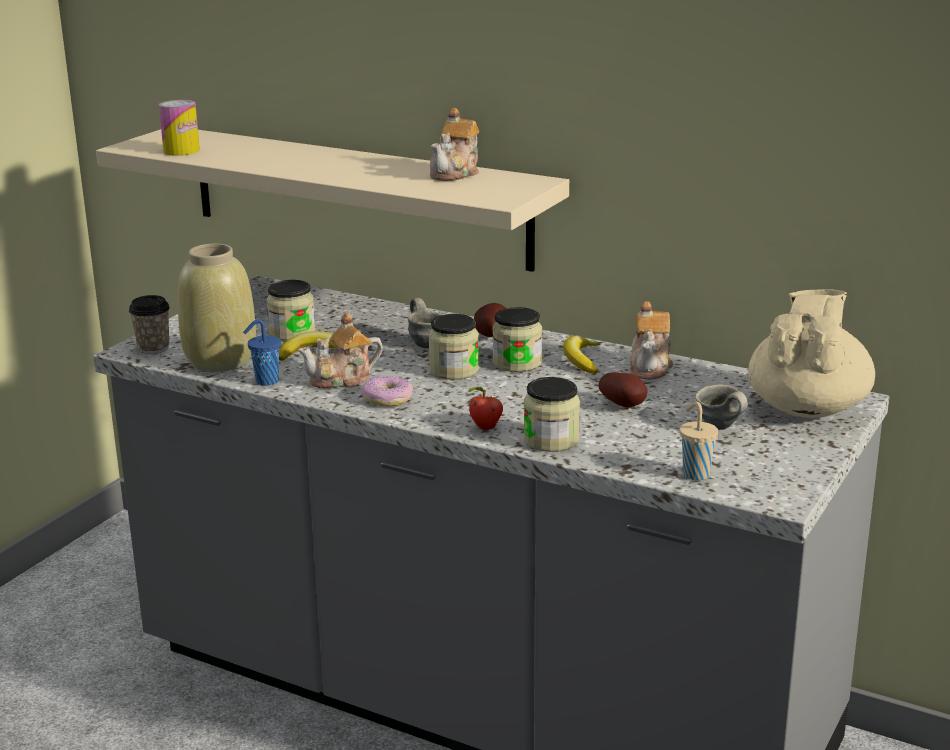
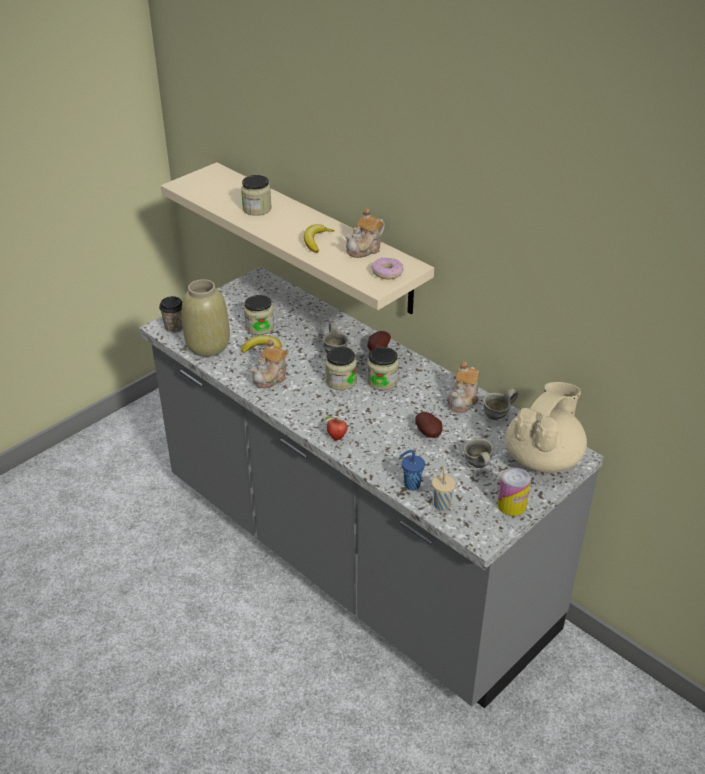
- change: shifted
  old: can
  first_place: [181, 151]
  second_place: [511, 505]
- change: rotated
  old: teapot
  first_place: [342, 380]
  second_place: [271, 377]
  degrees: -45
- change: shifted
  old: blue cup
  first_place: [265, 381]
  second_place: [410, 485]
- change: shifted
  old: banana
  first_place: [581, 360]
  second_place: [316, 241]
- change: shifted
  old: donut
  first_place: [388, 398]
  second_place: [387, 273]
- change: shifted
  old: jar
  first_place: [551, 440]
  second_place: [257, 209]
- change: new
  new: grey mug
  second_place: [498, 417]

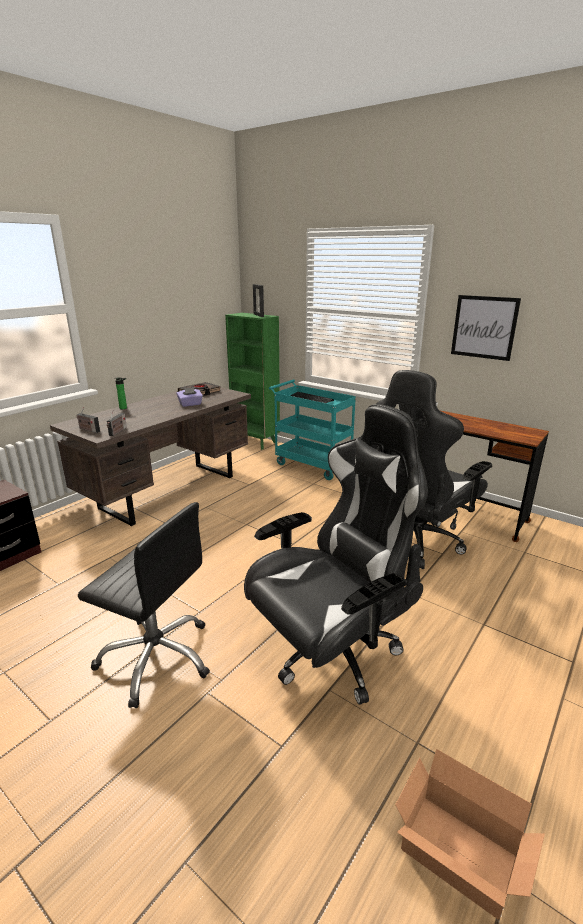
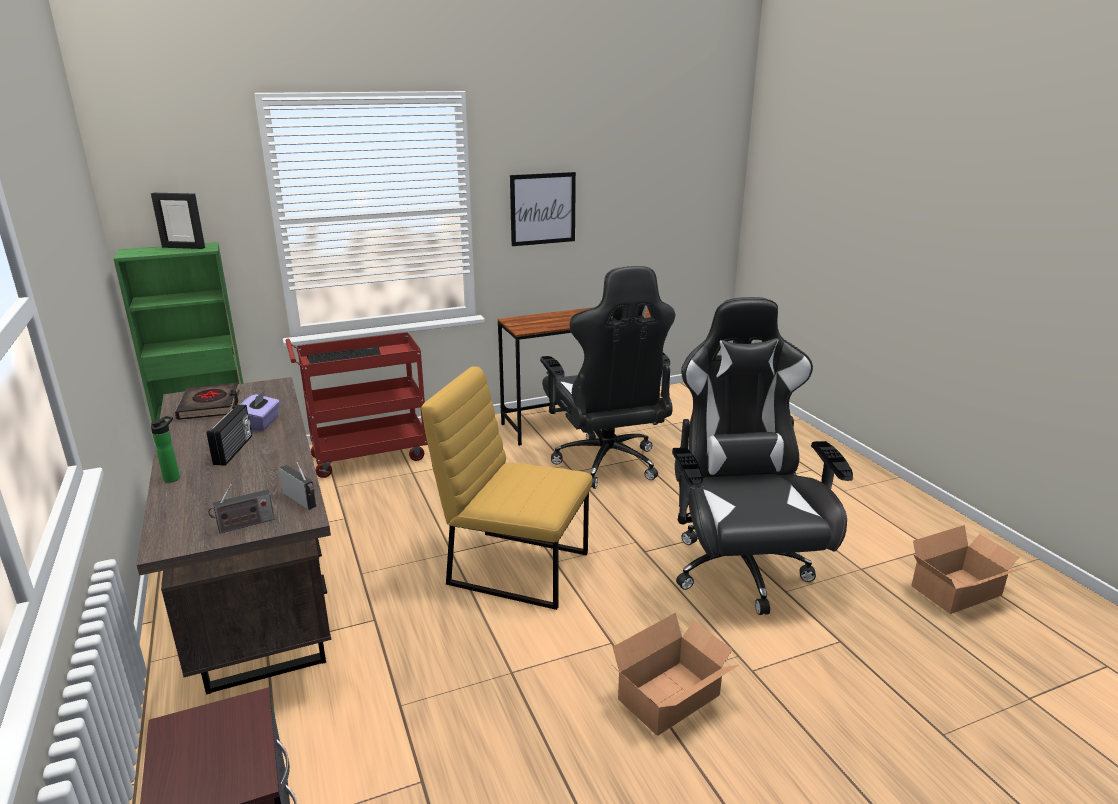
- change: repainted
  old: turquoise cart
  new: red cart
  first_place: [310, 467]
  second_place: [366, 459]
- change: swapped
  old: black office chair
  new: cardboard box
  first_place: [157, 657]
  second_place: [673, 698]
- change: new
  new: yellow chair
  second_place: [515, 566]
- change: new
  new: radio
  second_place: [234, 450]

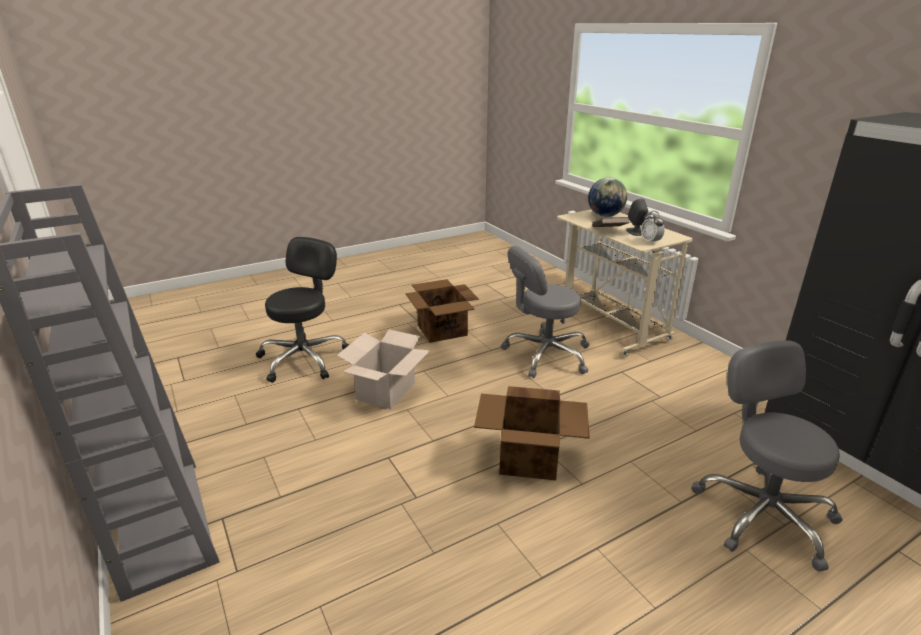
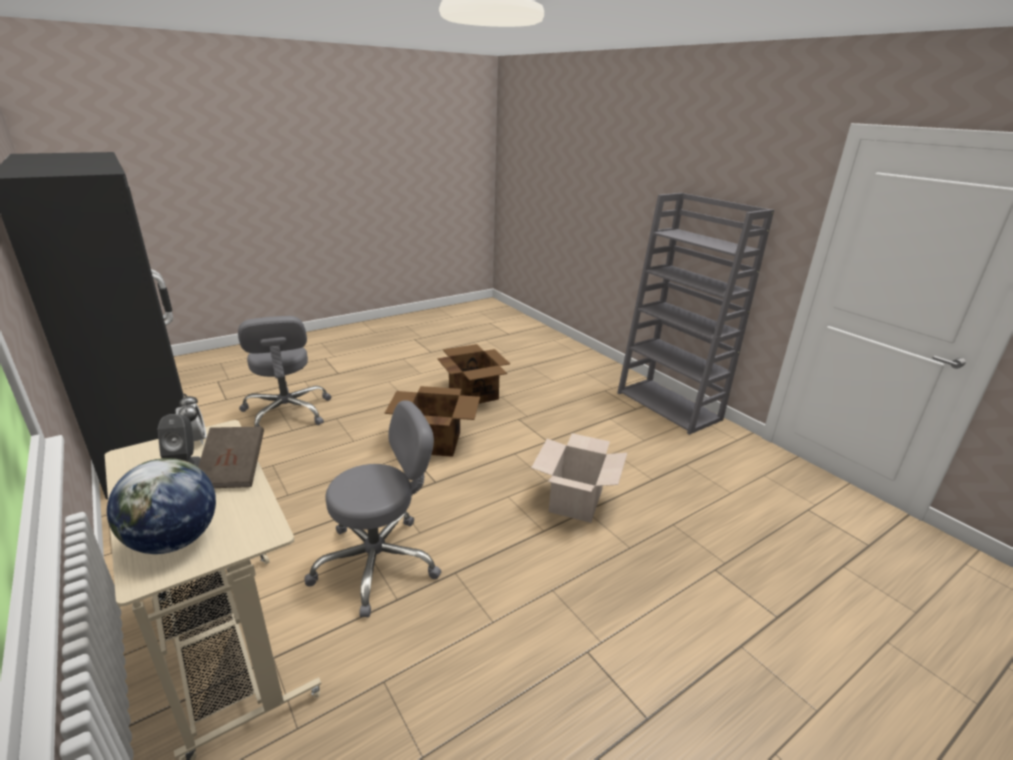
- change: gone
  old: black office chair
  first_place: [306, 357]
- change: shifted
  old: cardboard box
  first_place: [442, 330]
  second_place: [473, 394]

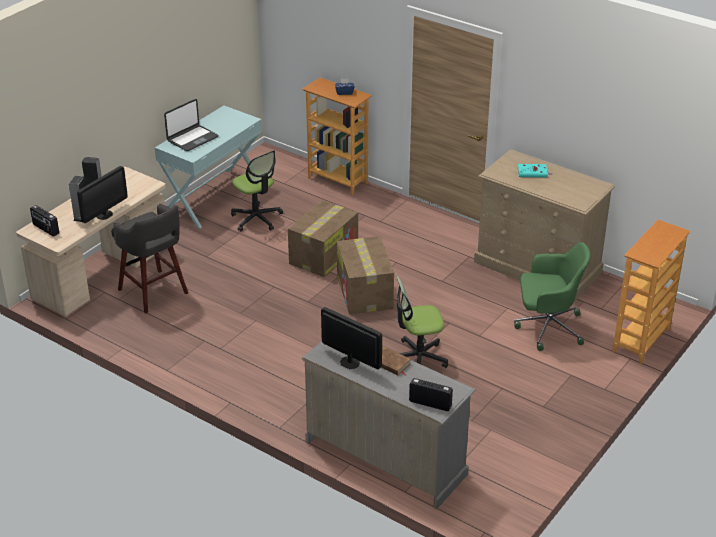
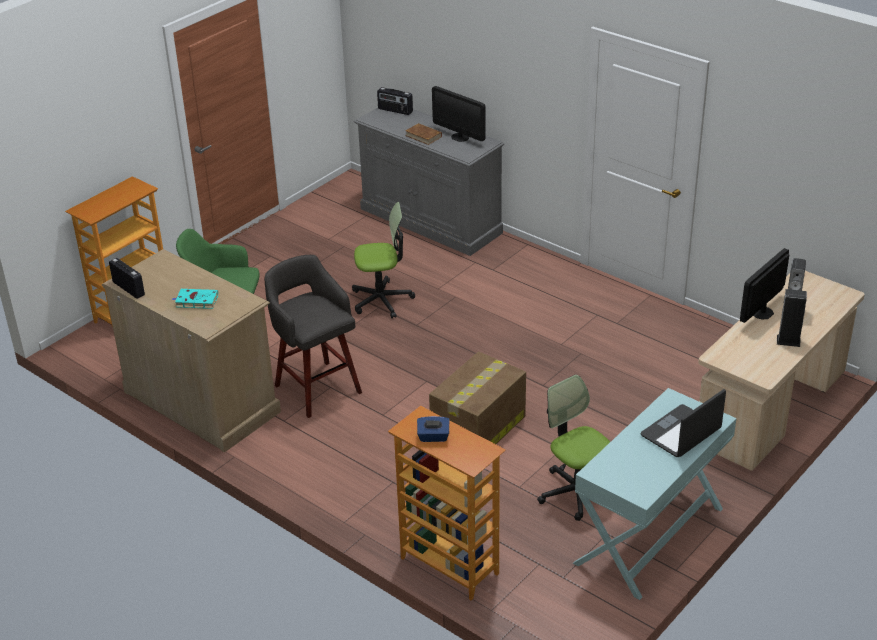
- change: shifted
  old: grey stool
  first_place: [154, 292]
  second_place: [316, 387]
- change: shifted
  old: radio
  first_place: [45, 229]
  second_place: [129, 288]
- change: gone
  old: cardboard box
  first_place: [365, 293]

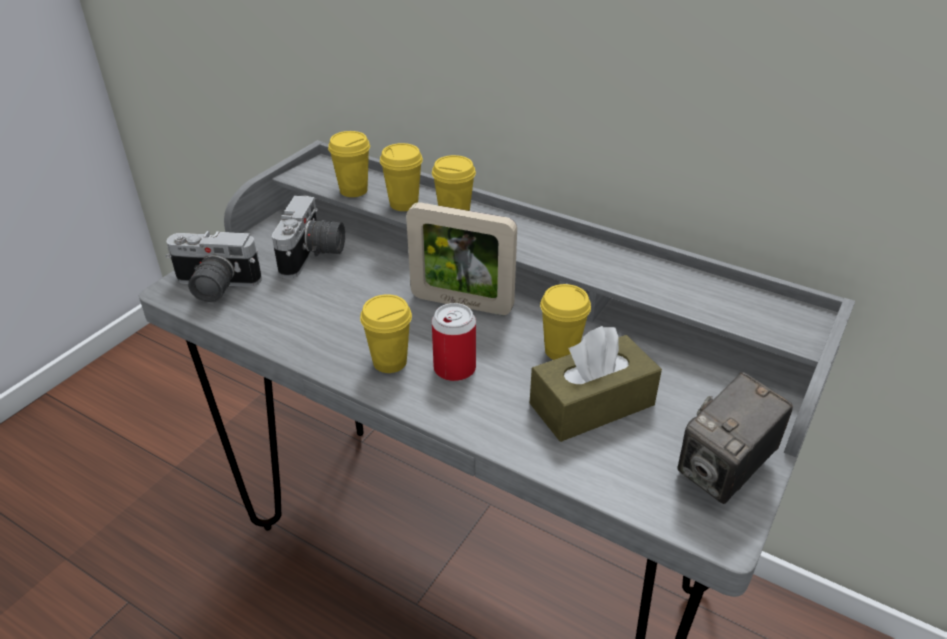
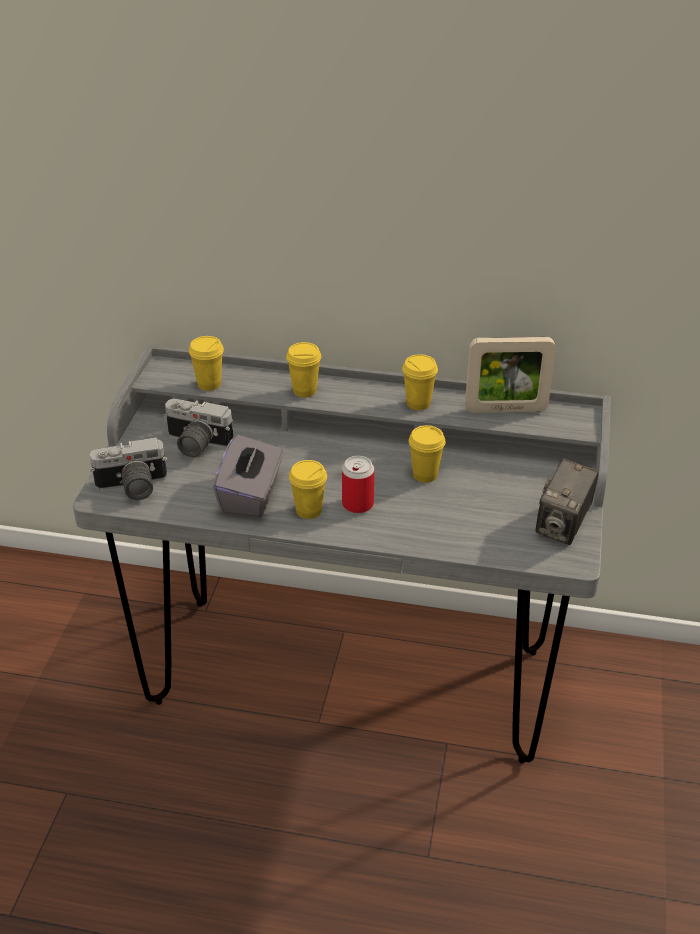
- change: shifted
  old: yellow cup
  first_place: [404, 204]
  second_place: [418, 403]
- change: rotated
  old: photo camera
  first_place: [314, 256]
  second_place: [195, 445]
  degrees: 120
- change: shifted
  old: picture frame
  first_place: [462, 303]
  second_place: [506, 409]
- change: gone
  old: brown tissue box
  first_place: [592, 404]
- change: new
  new: grey tissue box
  second_place: [251, 496]

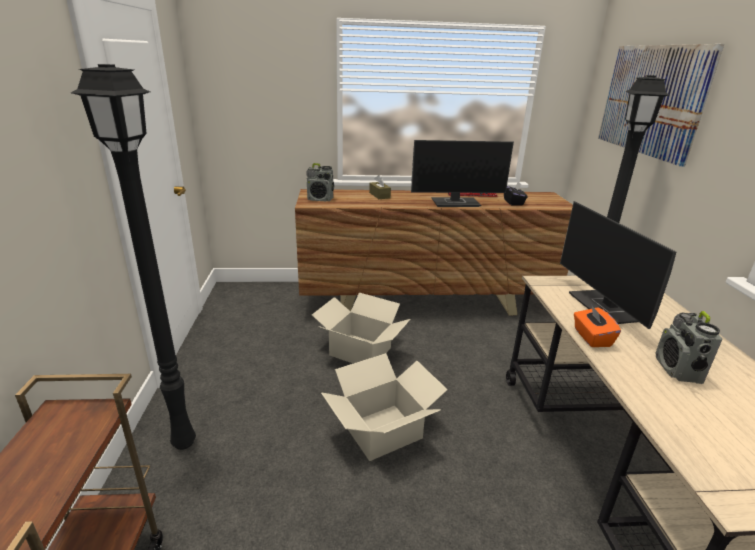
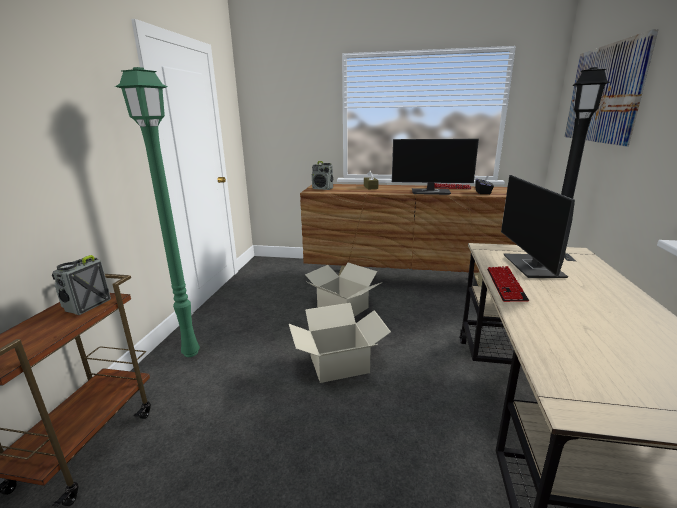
- change: repainted
  old: black floor lamp
  new: green floor lamp
  first_place: [183, 441]
  second_place: [191, 352]
- change: swapped
  old: orange tissue box
  new: keyboard
  first_place: [591, 338]
  second_place: [505, 285]
- change: shifted
  old: radio
  first_place: [678, 370]
  second_place: [86, 306]

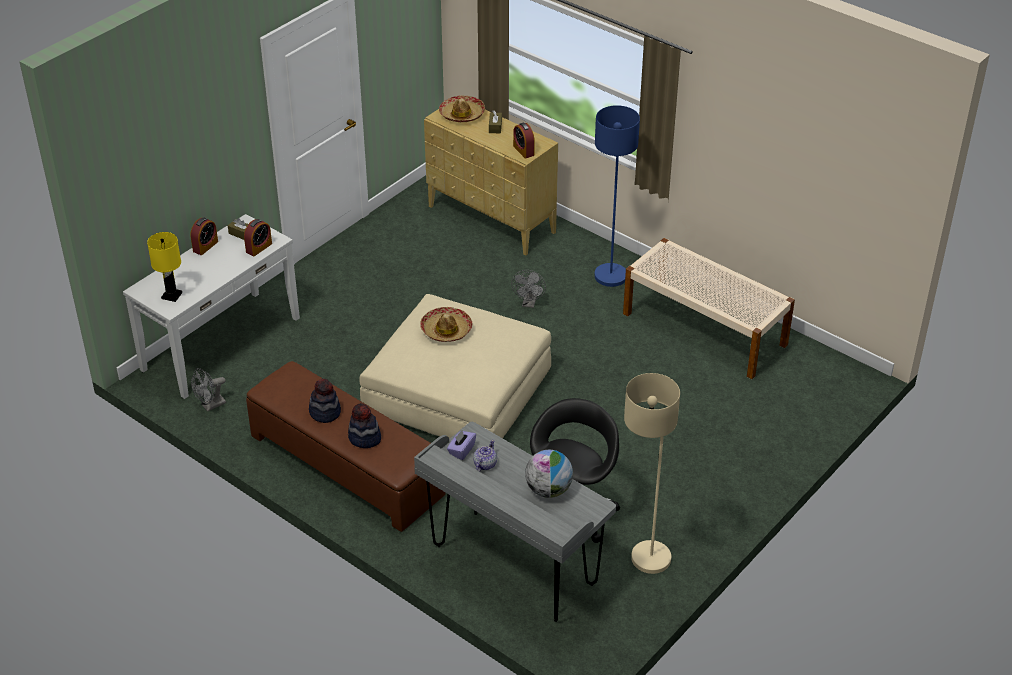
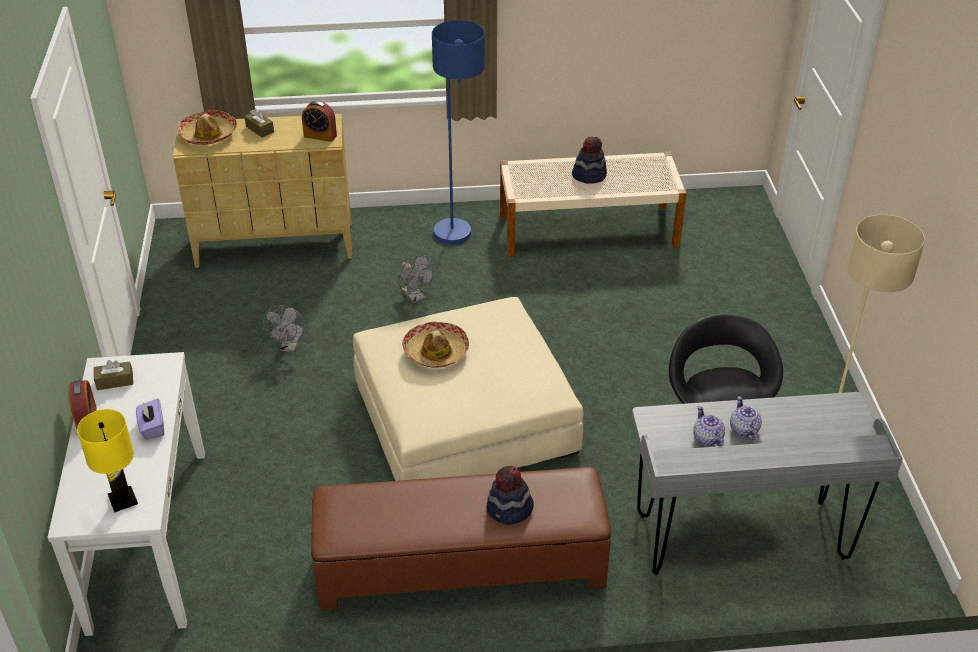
- change: gone
  old: alarm clock
  first_place: [259, 248]
- change: shifted
  old: grey fan
  first_place: [210, 406]
  second_place: [289, 347]
- change: shifted
  old: hat
  first_place: [325, 412]
  second_place: [589, 175]
- change: shifted
  old: purple tissue box
  first_place: [461, 450]
  second_place: [152, 428]
- change: gone
  old: globe
  first_place: [548, 490]
- change: new
  new: teapot
  second_place: [744, 430]

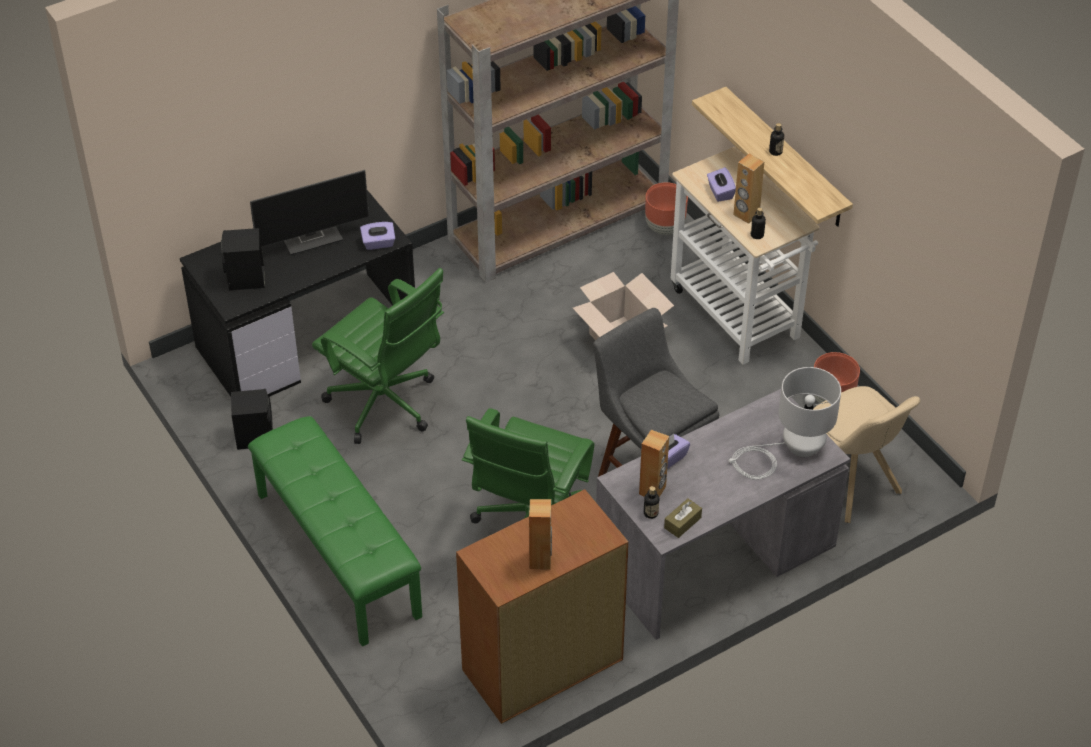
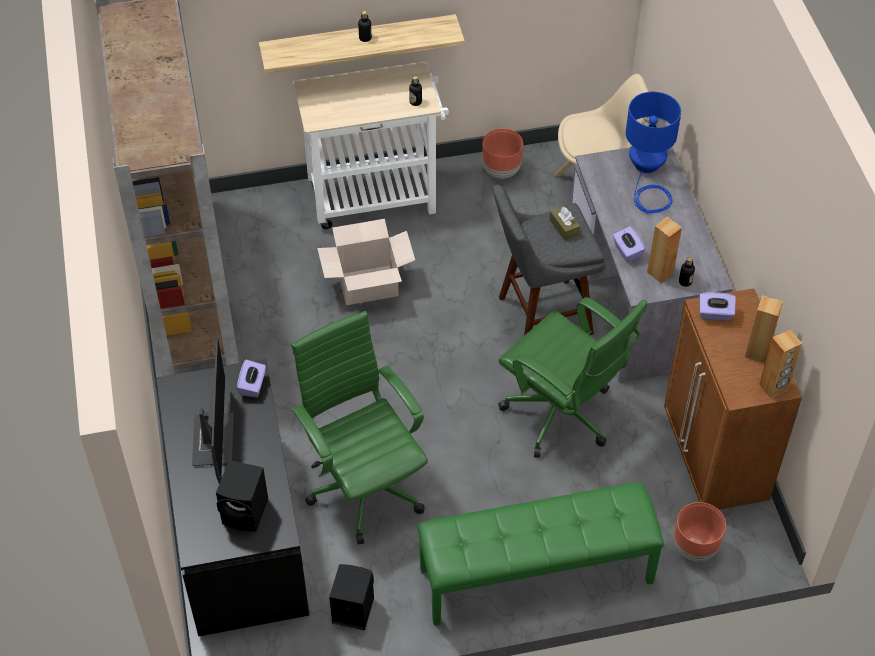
- change: shifted
  old: brown speaker
  first_place: [746, 215]
  second_place: [773, 387]
- change: shifted
  old: purple tissue box
  first_place: [720, 192]
  second_place: [715, 314]
- change: shifted
  old: brown planter
  first_place: [664, 227]
  second_place: [694, 548]
- change: rotated
  old: green office chair
  first_place: [386, 406]
  second_place: [364, 487]
  degrees: -90
- change: repainted
  old: grey table lamp
  new: blue table lamp
  first_place: [784, 453]
  second_place: [648, 177]
- change: shifted
  old: brown tissue box
  first_place: [682, 523]
  second_place: [564, 227]

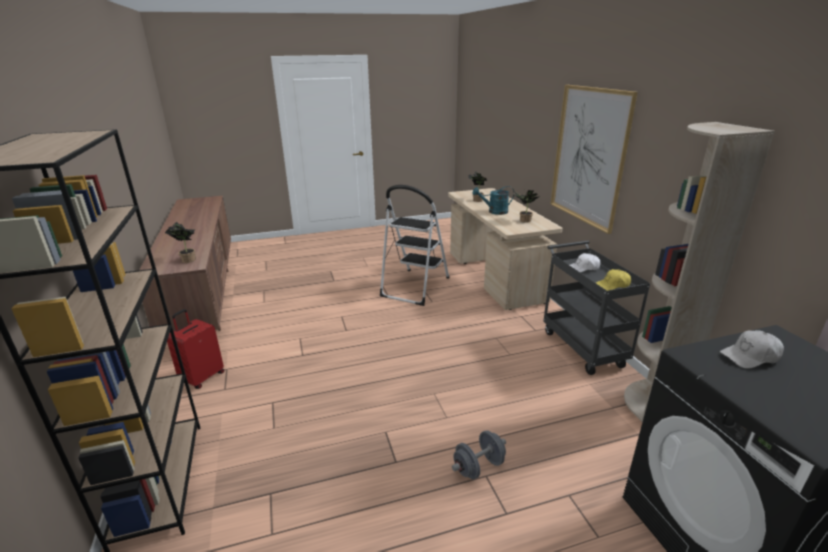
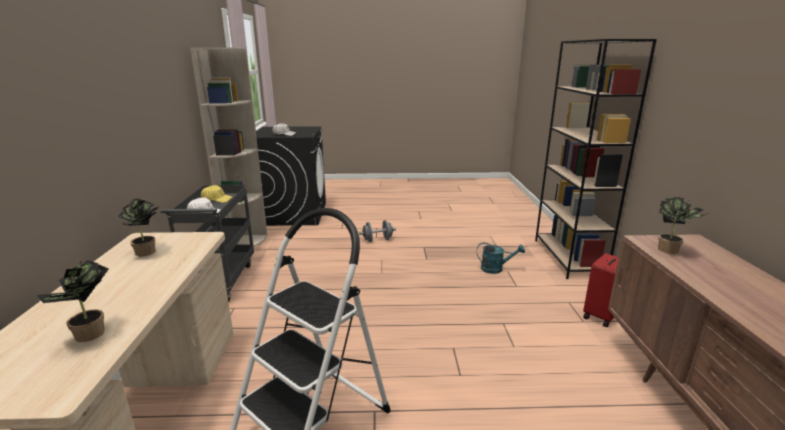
- change: gone
  old: picture
  first_place: [589, 156]
- change: shifted
  old: turquoise watering can
  first_place: [494, 212]
  second_place: [496, 269]

